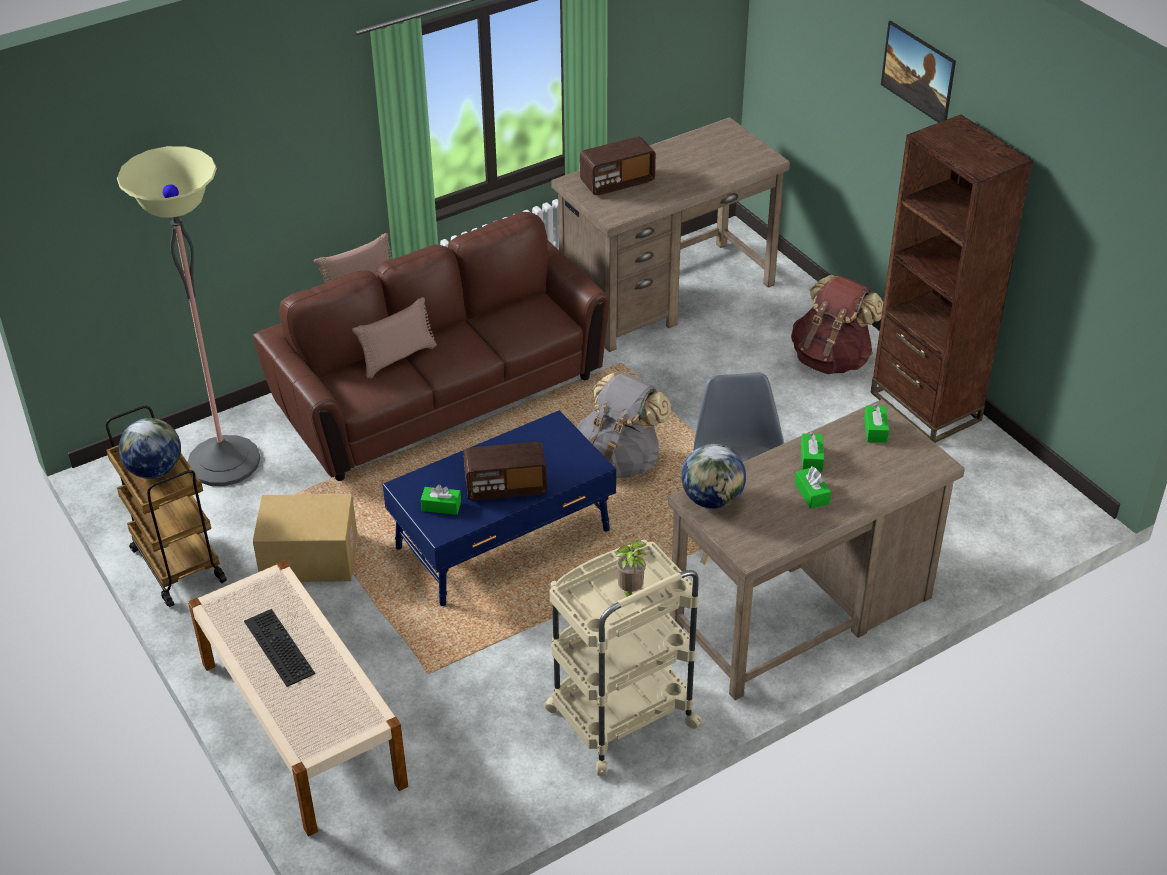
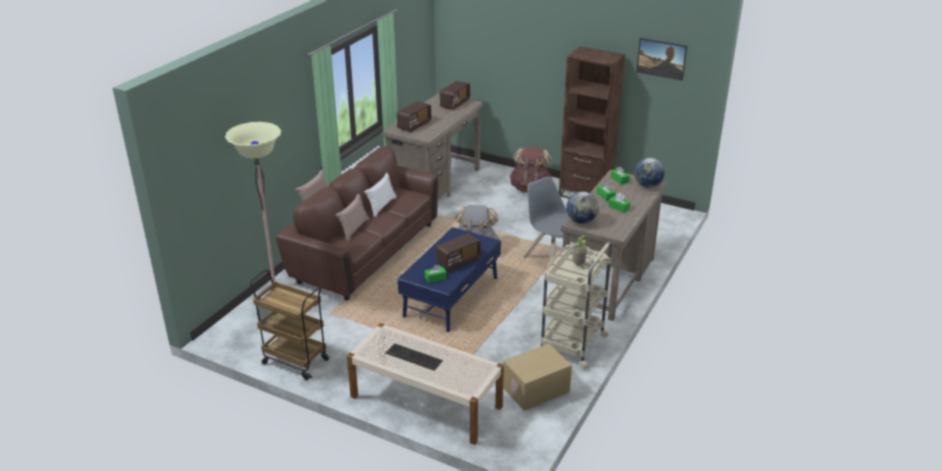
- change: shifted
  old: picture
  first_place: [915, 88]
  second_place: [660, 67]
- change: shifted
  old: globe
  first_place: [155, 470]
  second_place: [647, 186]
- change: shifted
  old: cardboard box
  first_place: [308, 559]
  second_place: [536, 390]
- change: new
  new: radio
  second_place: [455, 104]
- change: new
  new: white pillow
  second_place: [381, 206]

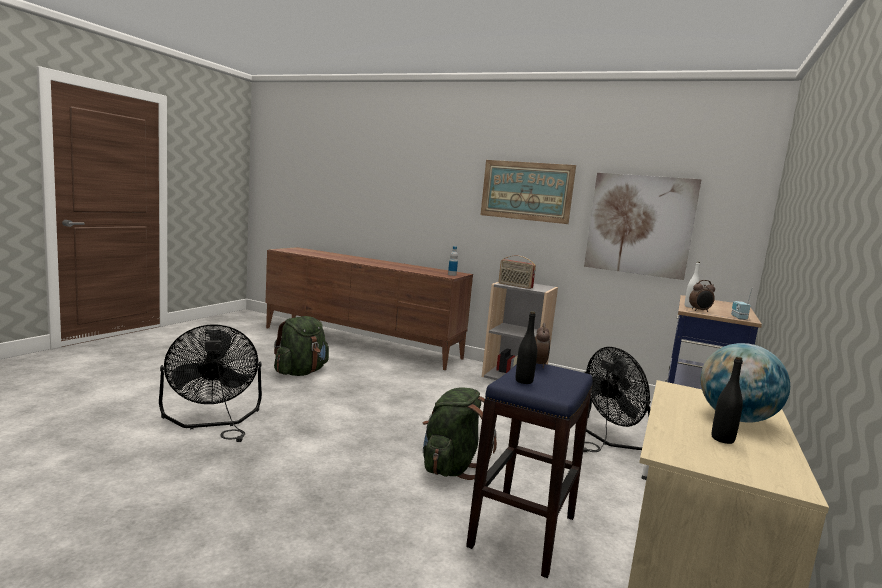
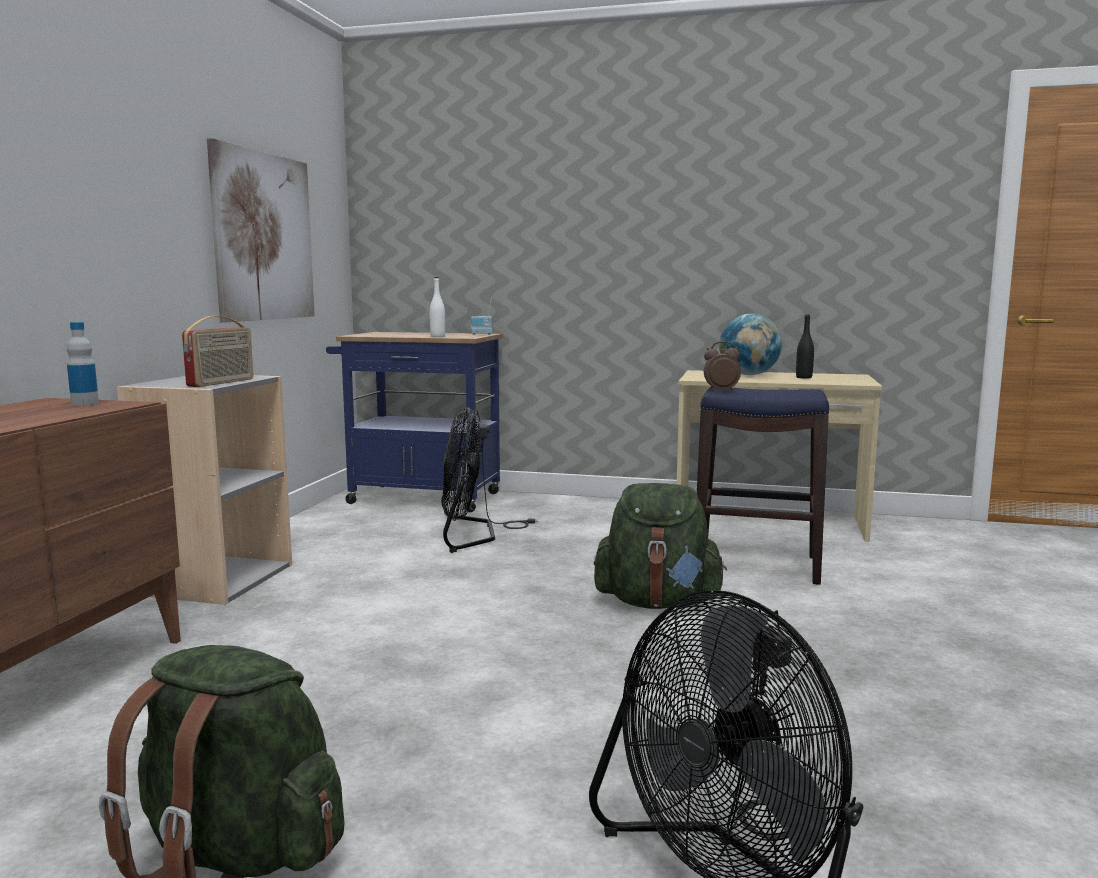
- change: gone
  old: picture
  first_place: [526, 191]
- change: gone
  old: alarm clock
  first_place: [700, 311]
- change: gone
  old: black bottle
  first_place: [524, 381]
- change: rotated
  old: black fan
  first_place: [604, 436]
  second_place: [474, 532]
  degrees: -60

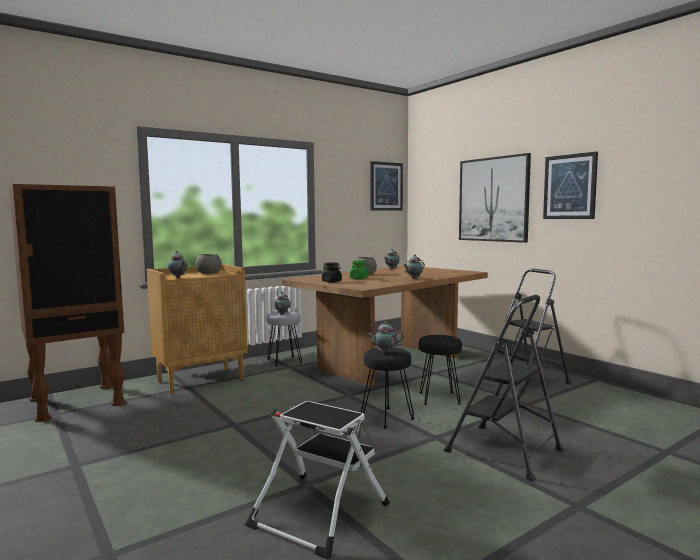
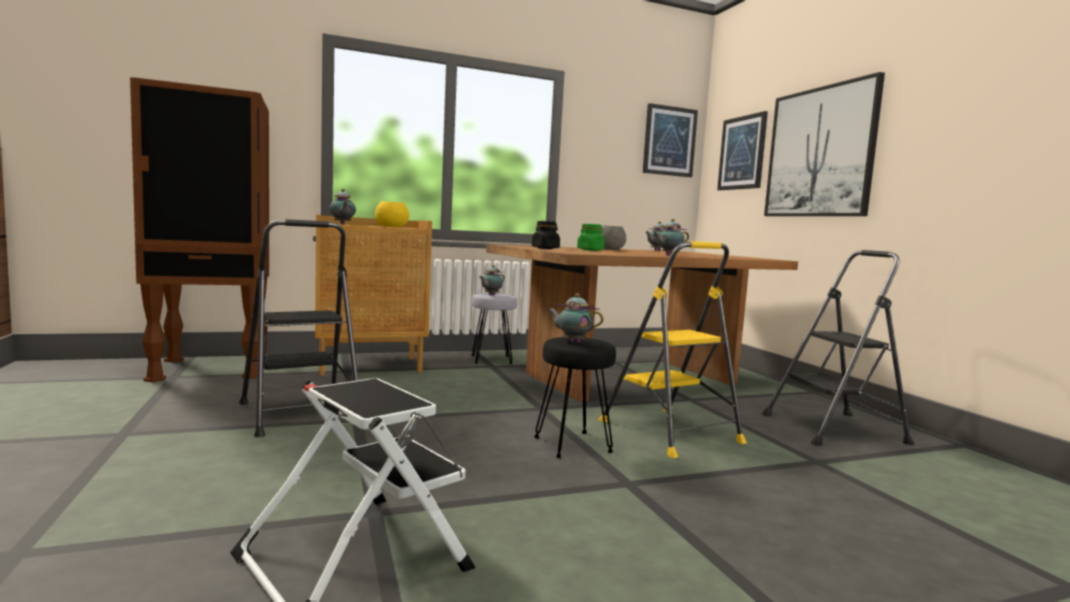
- change: shifted
  old: picture
  first_place: [570, 187]
  second_place: [742, 153]
- change: repainted
  old: grey bowl
  new: yellow bowl
  first_place: [208, 273]
  second_place: [391, 226]
- change: shifted
  old: black step ladder
  first_place: [507, 451]
  second_place: [300, 413]
- change: swapped
  old: black stool
  new: yellow step ladder
  first_place: [439, 399]
  second_place: [672, 432]

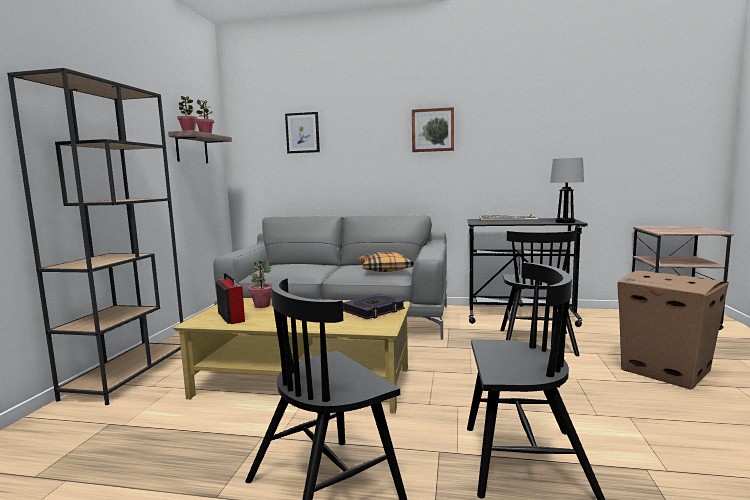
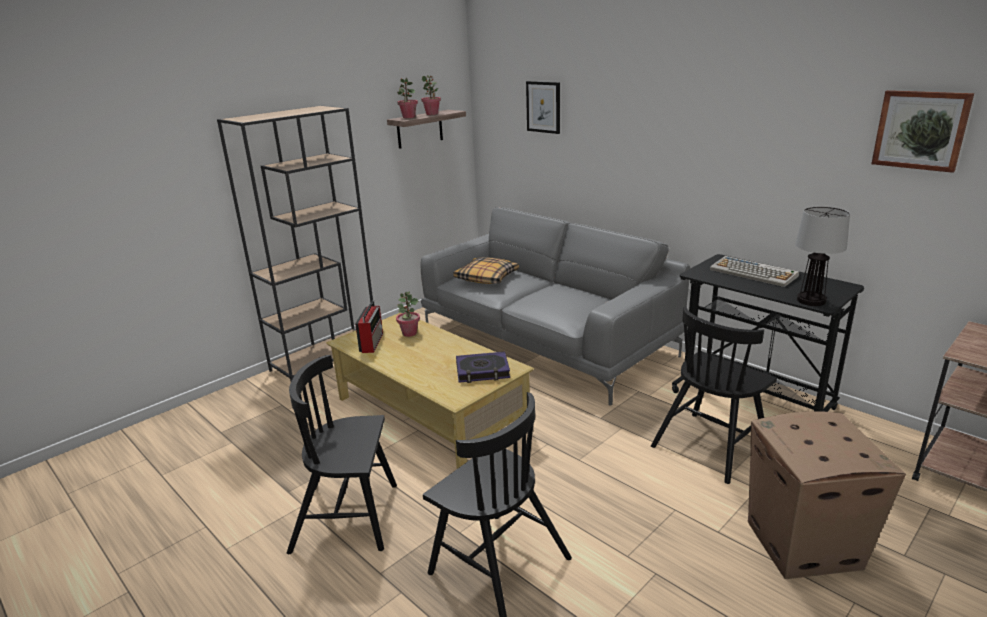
- change: shifted
  old: picture
  first_place: [433, 130]
  second_place: [920, 130]
- change: shifted
  old: pillow
  first_place: [385, 269]
  second_place: [486, 278]

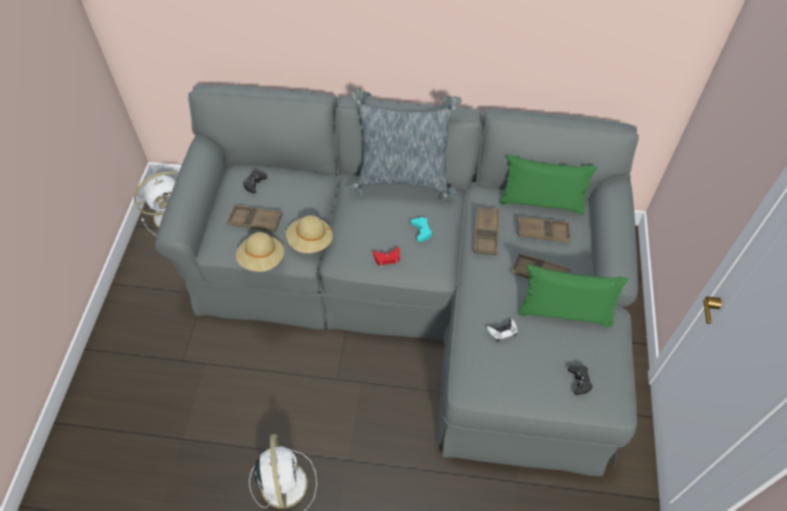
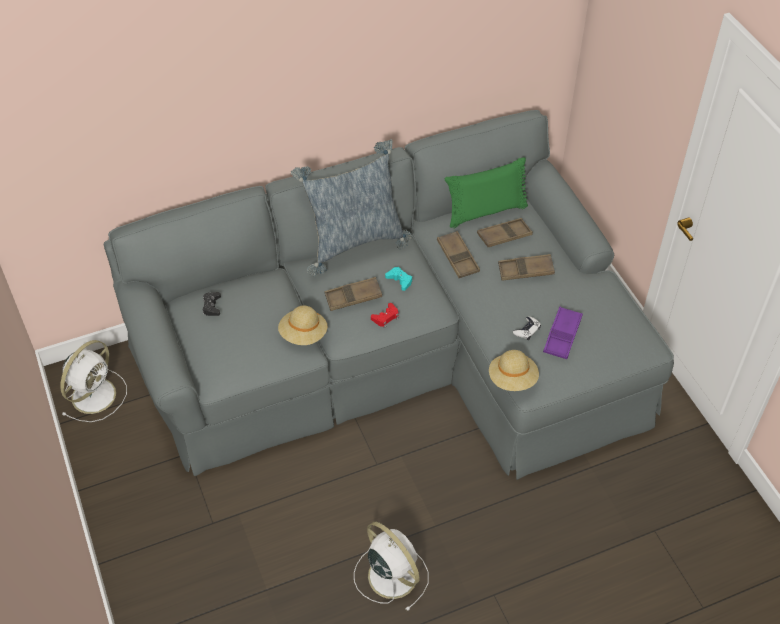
- change: shifted
  old: brown tray
  first_place: [255, 221]
  second_place: [353, 297]
- change: shifted
  old: beige hat
  first_place: [262, 259]
  second_place: [512, 379]
- change: gone
  old: green pillow
  first_place: [564, 312]
- change: gone
  old: black game controller
  first_place: [579, 381]
- change: new
  new: purple tray
  second_place: [562, 336]

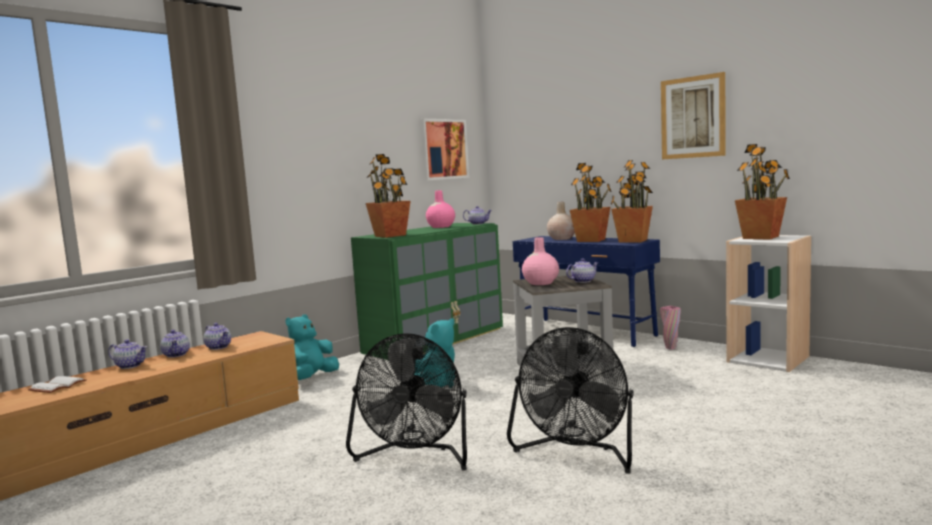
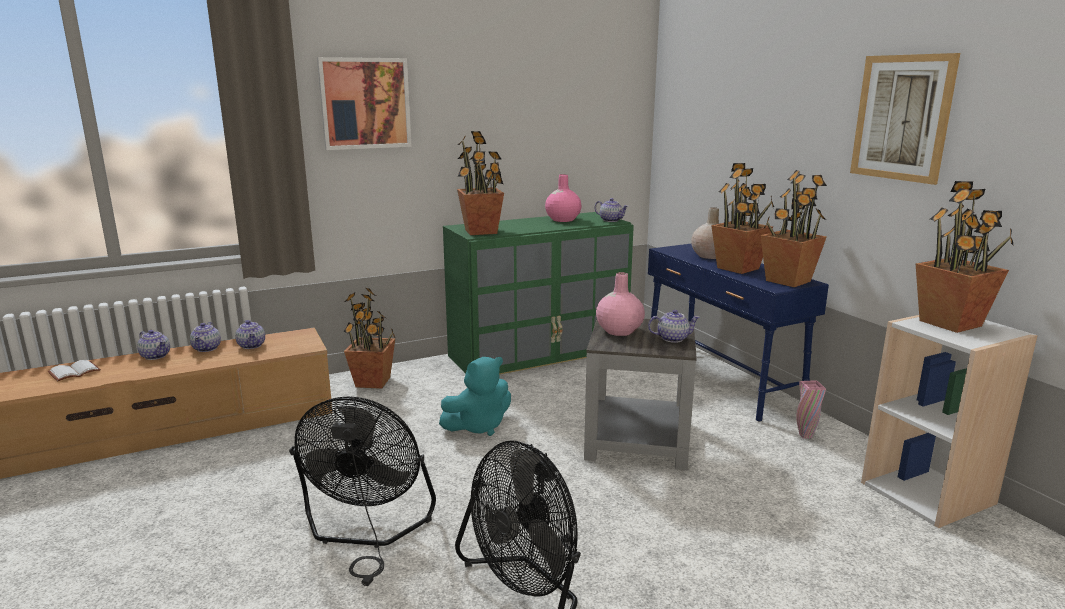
- change: shifted
  old: picture
  first_place: [444, 149]
  second_place: [365, 103]
- change: swapped
  old: turquoise plush toy
  new: potted plant
  first_place: [313, 377]
  second_place: [373, 382]
- change: rotated
  old: black fan
  first_place: [413, 454]
  second_place: [363, 532]
  degrees: 150

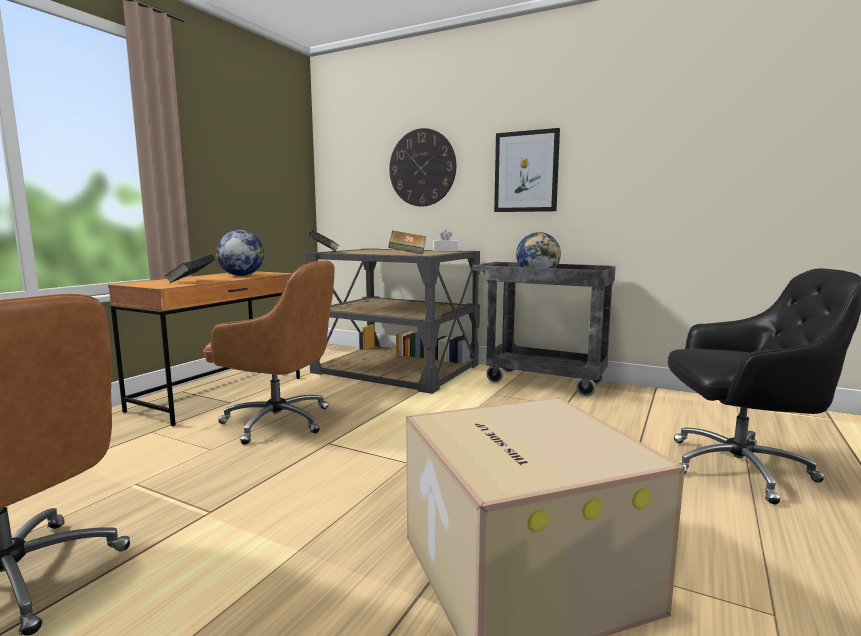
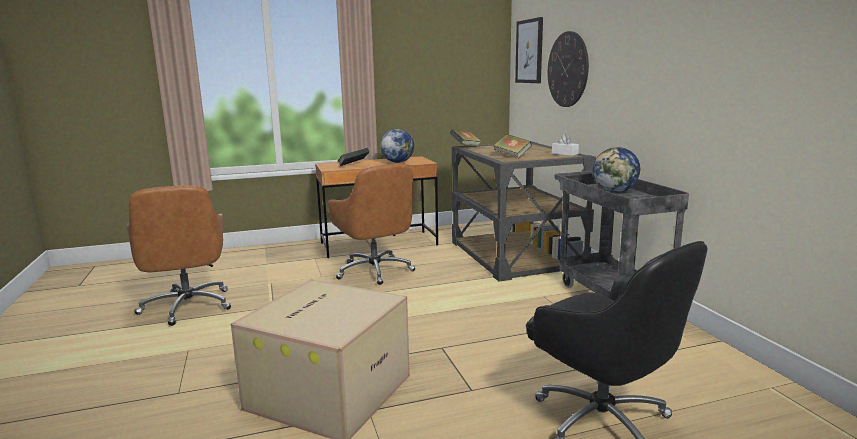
- change: shifted
  old: picture
  first_place: [526, 172]
  second_place: [529, 51]

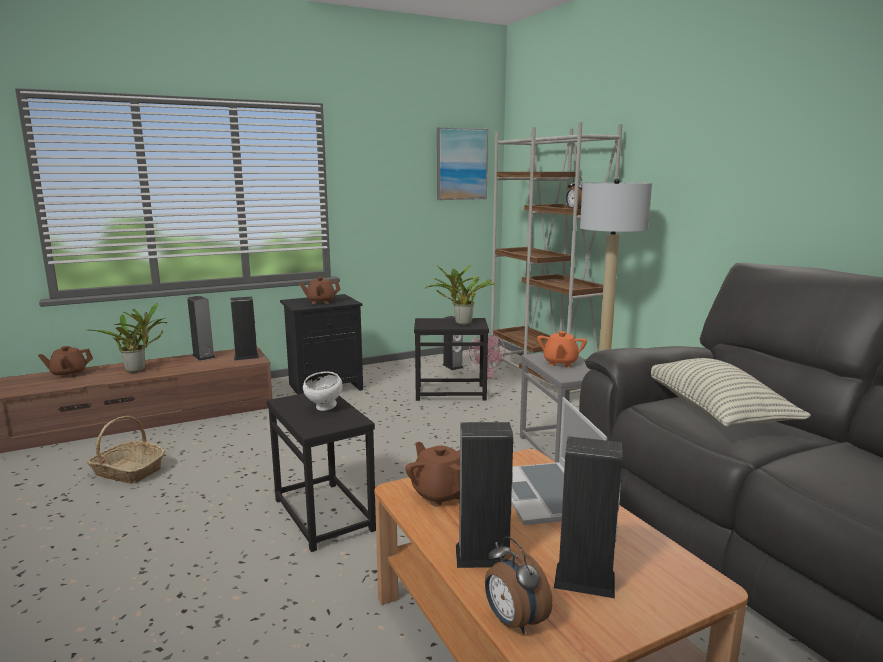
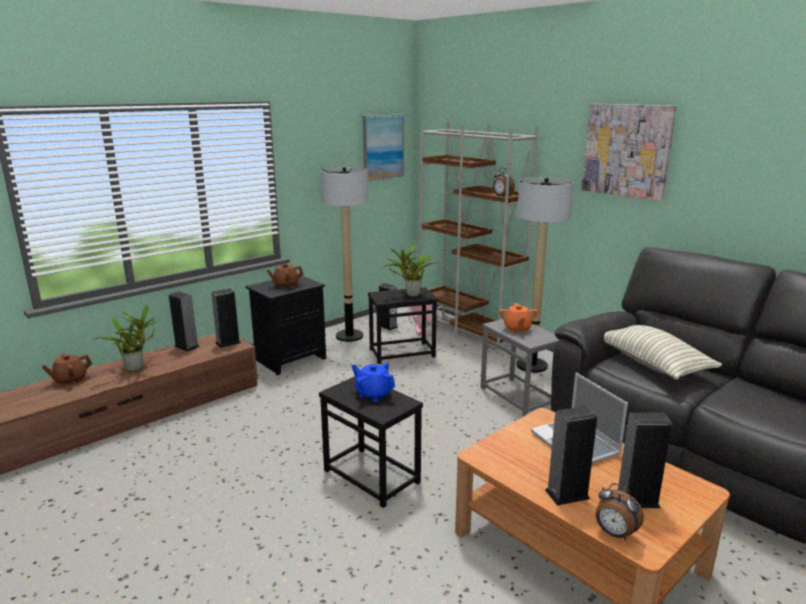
- change: swapped
  old: white bowl
  new: blue teapot
  first_place: [324, 408]
  second_place: [373, 394]
- change: gone
  old: basket
  first_place: [128, 471]
- change: gone
  old: brown teapot
  first_place: [440, 494]
- change: new
  new: picture
  second_place: [627, 150]
- change: new
  new: floor lamp
  second_place: [349, 336]

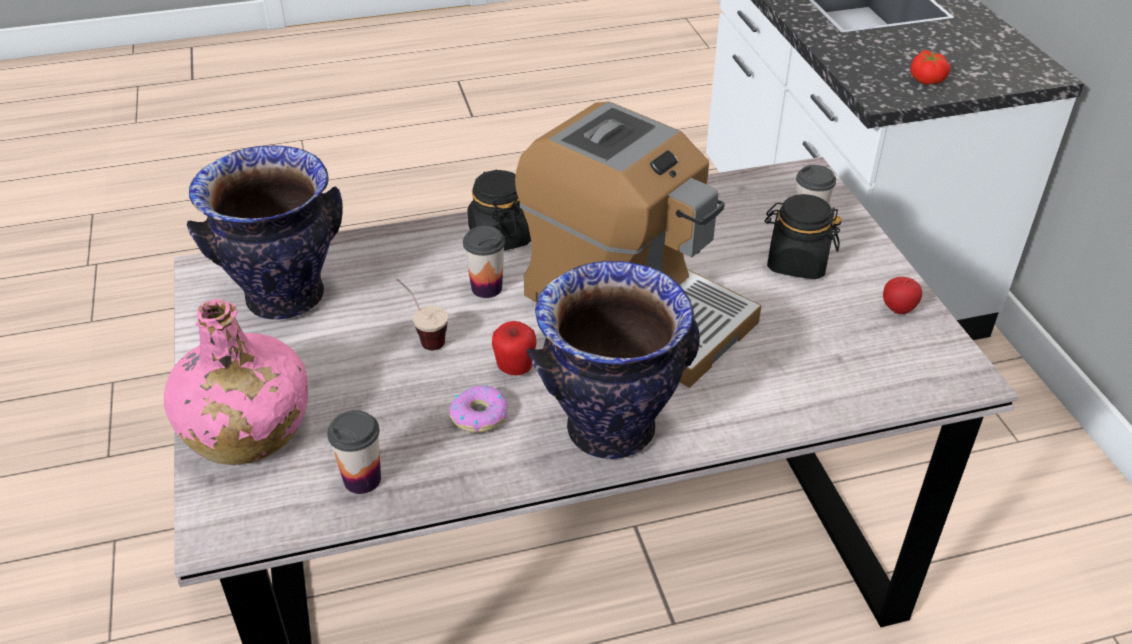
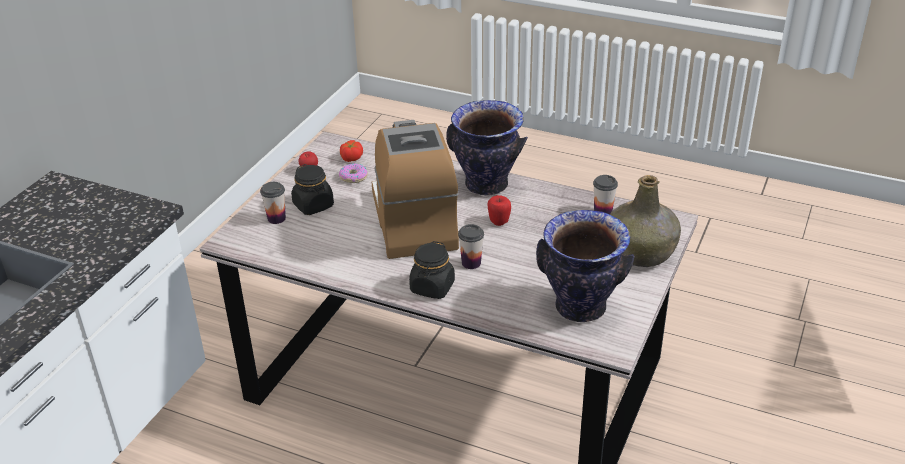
- change: shifted
  old: tomato
  first_place: [927, 79]
  second_place: [351, 158]
- change: gone
  old: cup
  first_place: [423, 336]
- change: repainted
  old: pink bottle
  new: green bottle
  first_place: [245, 429]
  second_place: [641, 251]
- change: shifted
  old: donut
  first_place: [479, 415]
  second_place: [353, 177]

